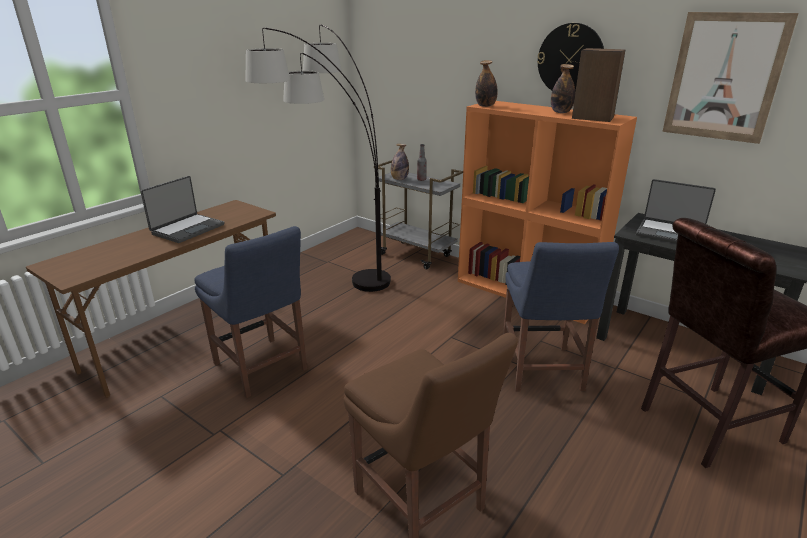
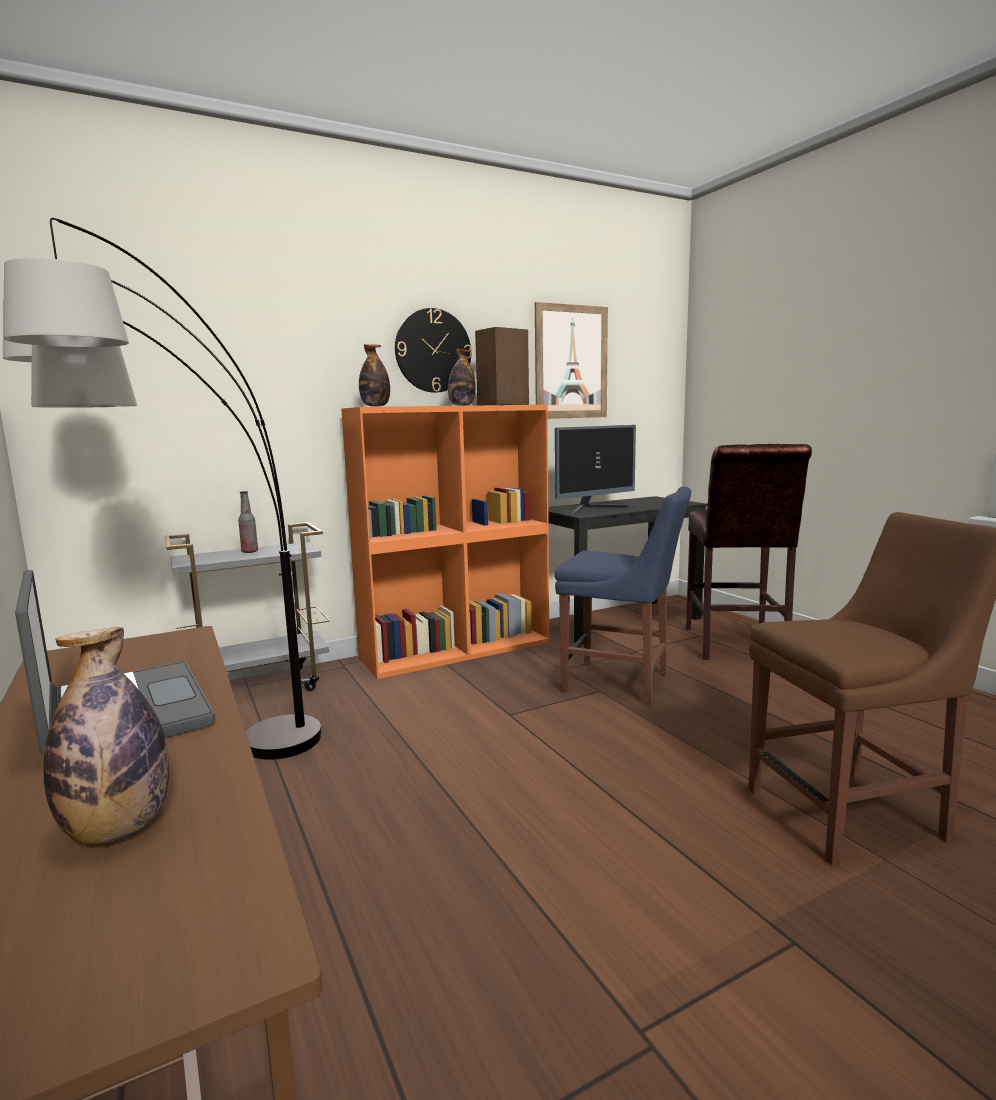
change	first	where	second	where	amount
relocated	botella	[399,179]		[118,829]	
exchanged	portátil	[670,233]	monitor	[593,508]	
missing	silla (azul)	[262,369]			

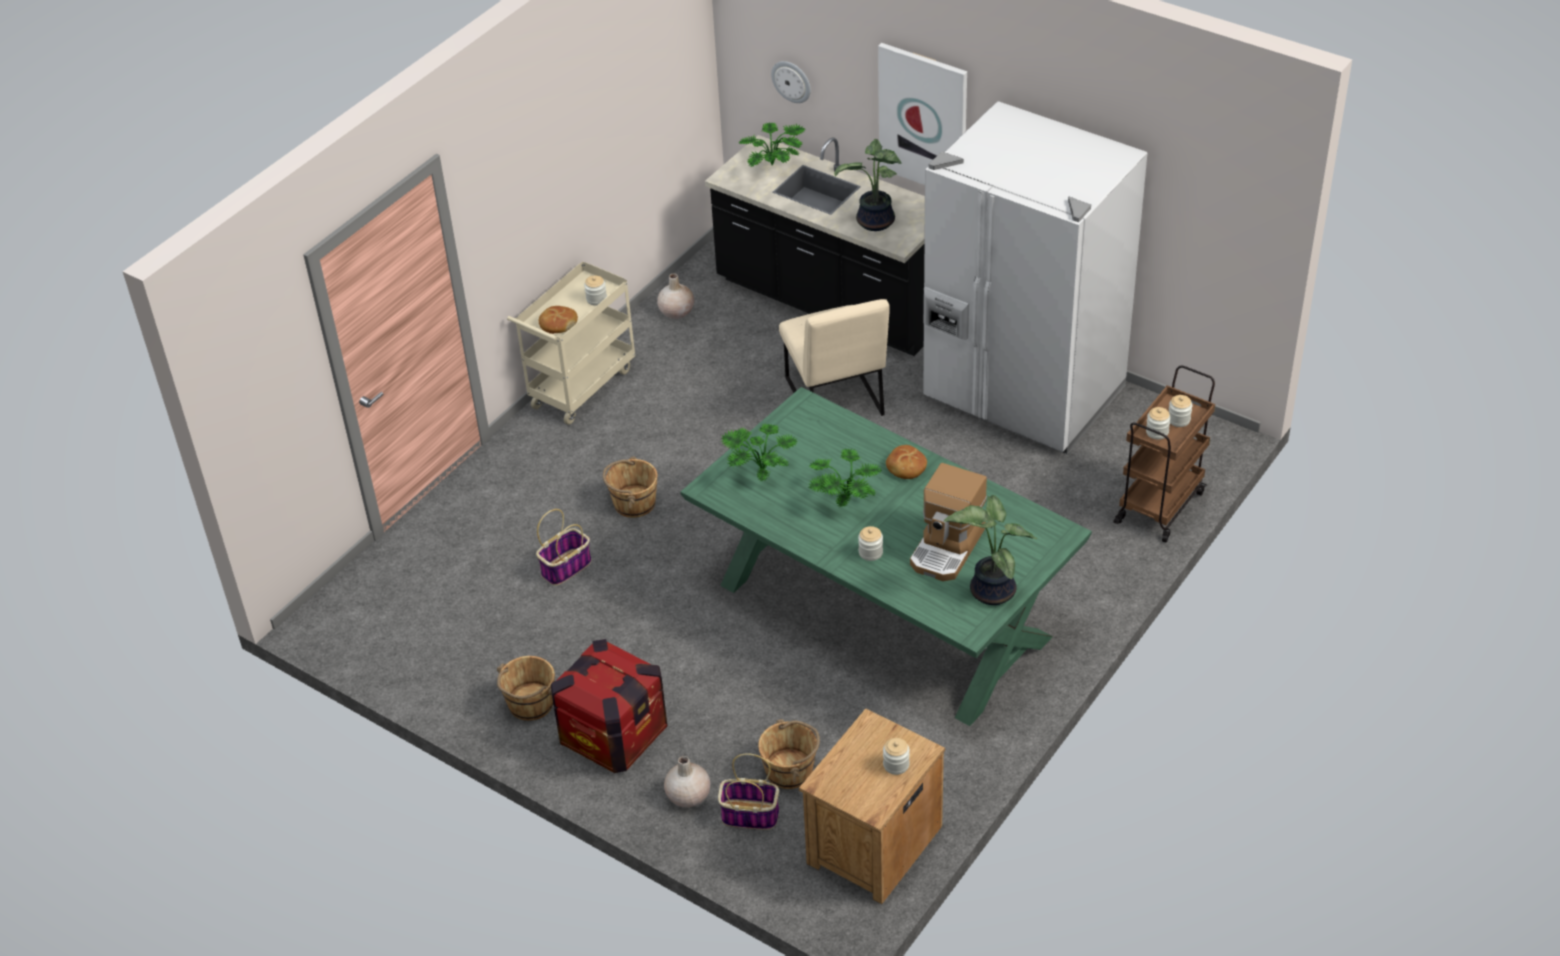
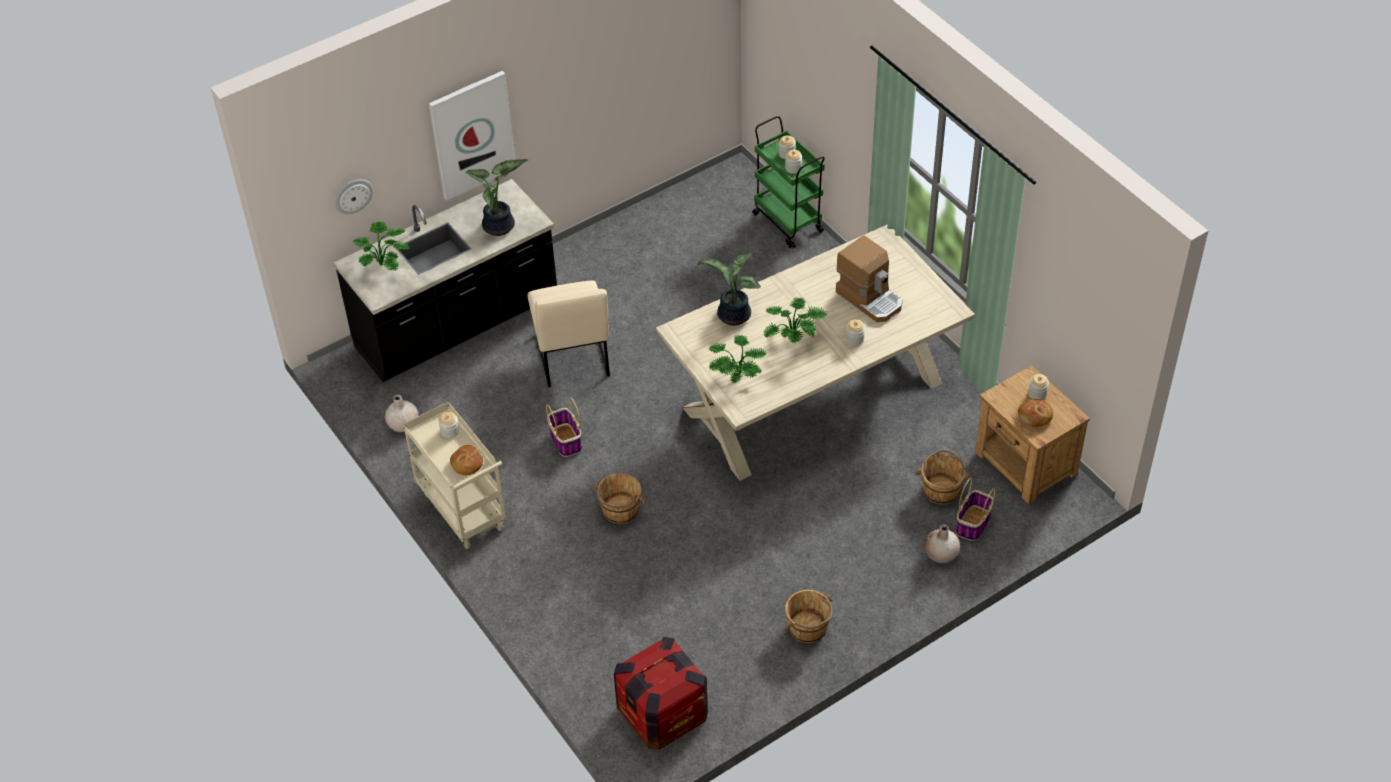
change	first	where	second	where	amount
missing	nevera (blanco)	[1024,394]			
spun	silla (beis)	[834,398]		[572,357]	75 degrees clockwise
colour	carrito (marrón)	[1159,508]	carrito (verde)	[788,223]	
colour	mesa de comedor (verde)	[885,610]	mesa de comedor (beis)	[813,394]	
relocated	pan	[906,467]		[1035,416]	
relocated	planta en maceta	[990,590]		[732,316]	
relocated	cesta	[566,567]		[565,440]	
relocated	caja de embalaje	[613,735]		[662,714]	

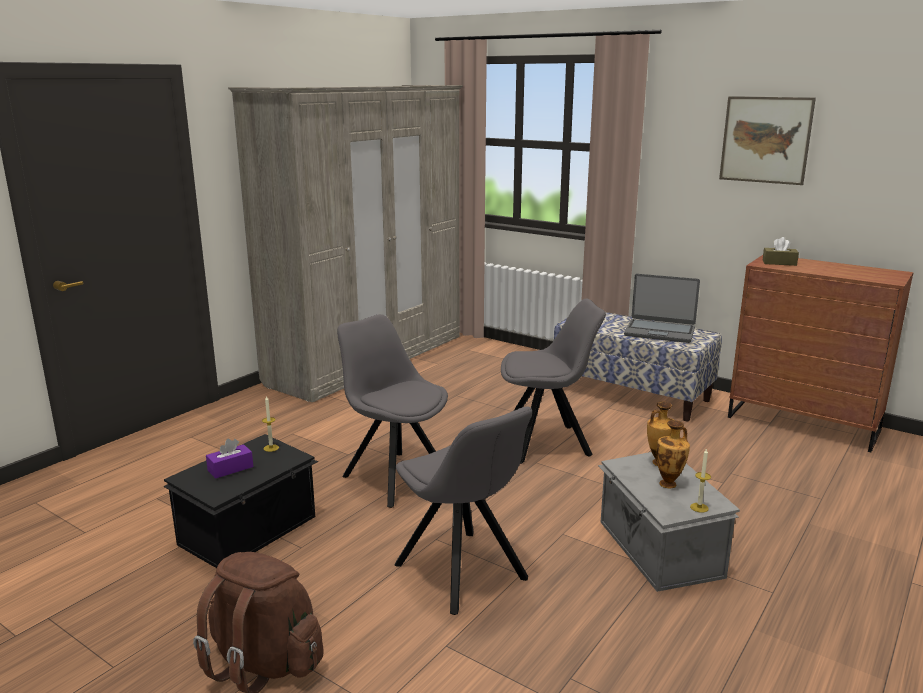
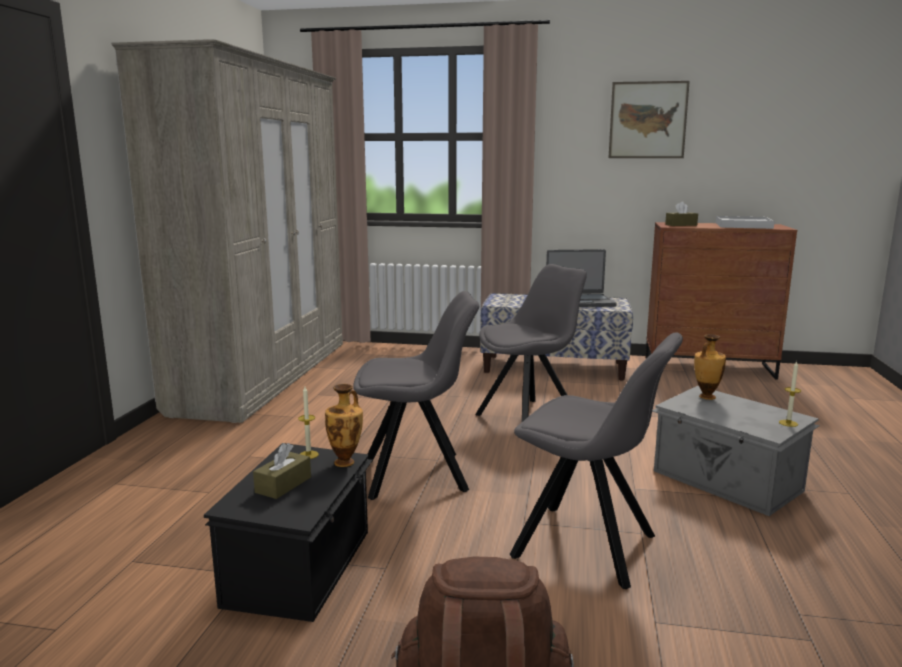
change	first	where	second	where	amount
spun	silla (gris)	[395,478]		[416,475]	150 degrees clockwise
relocated	florero	[669,484]		[346,462]	
colour	caja de pañuelos (morado)	[230,468]	caja de pañuelos (marrón)	[283,485]	
appeared			bandeja (blanco)	[743,225]	

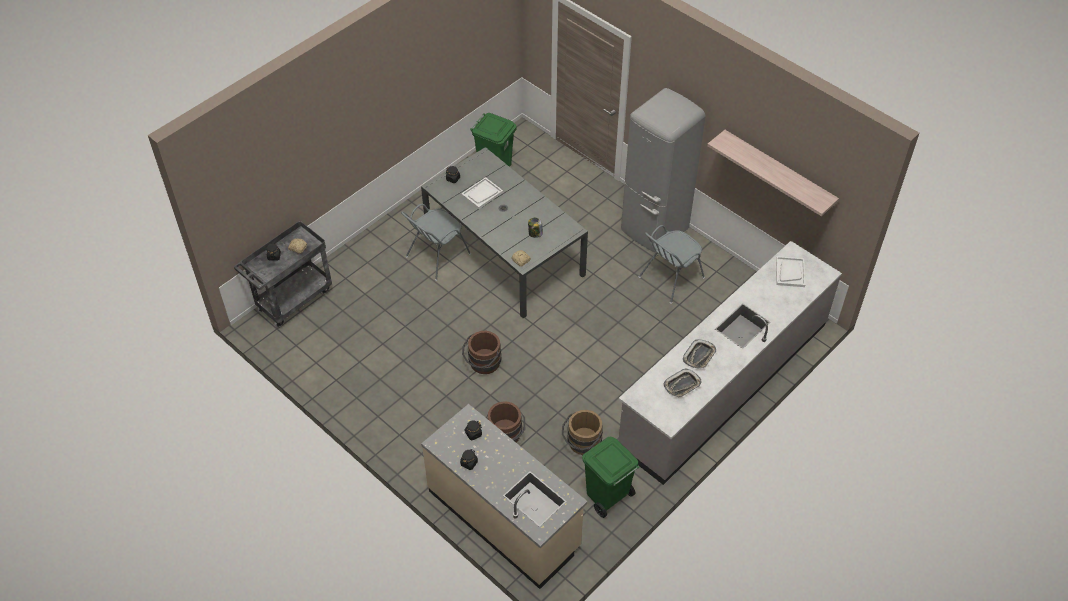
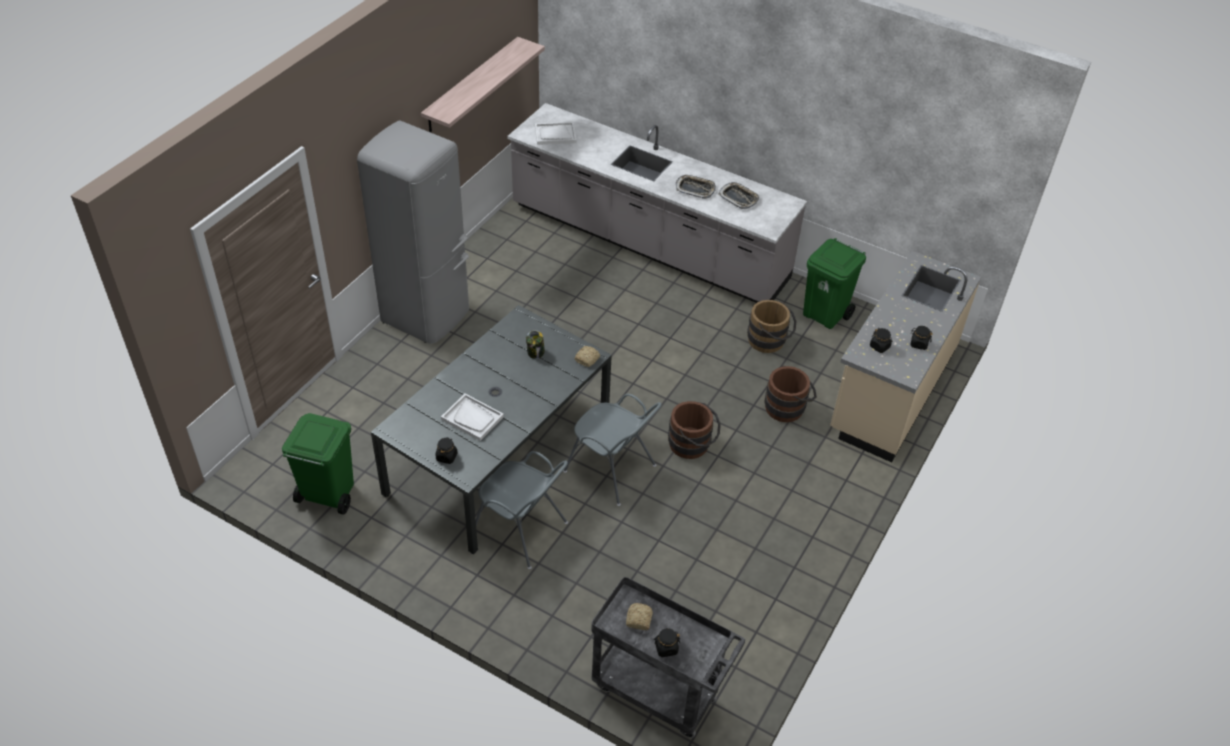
change	first	where	second	where	amount
relocated	silla (gris)	[669,279]		[612,470]	

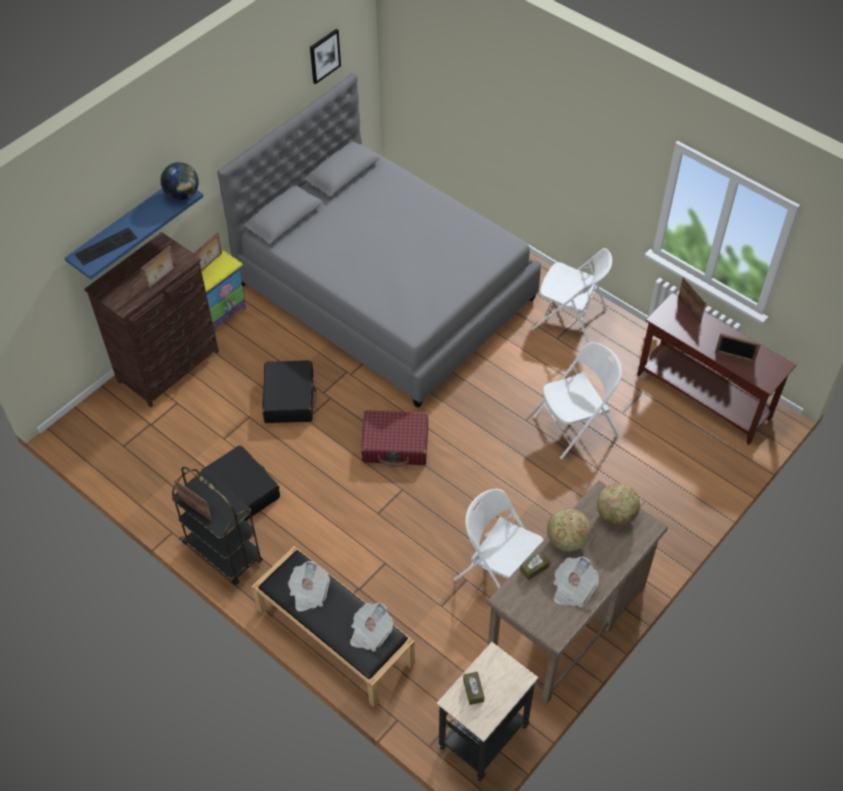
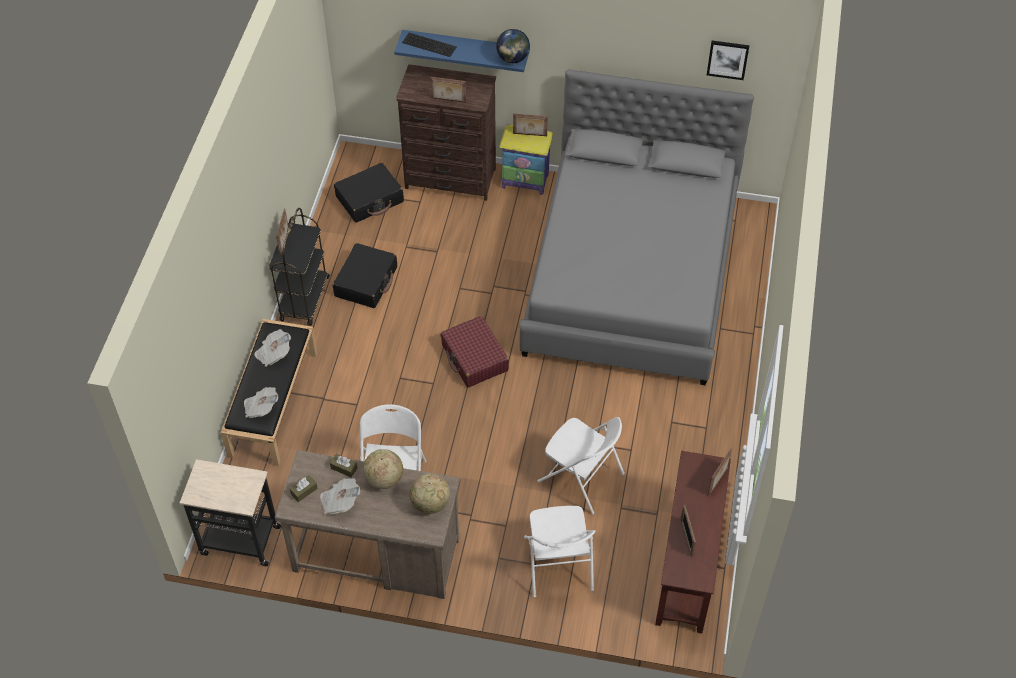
change	first	where	second	where	amount
relocated	silla (blanco)	[569,319]		[558,563]	
relocated	maleta (negro)	[289,398]		[370,199]	
relocated	caja de pañuelos (marrón)	[473,690]		[304,491]	

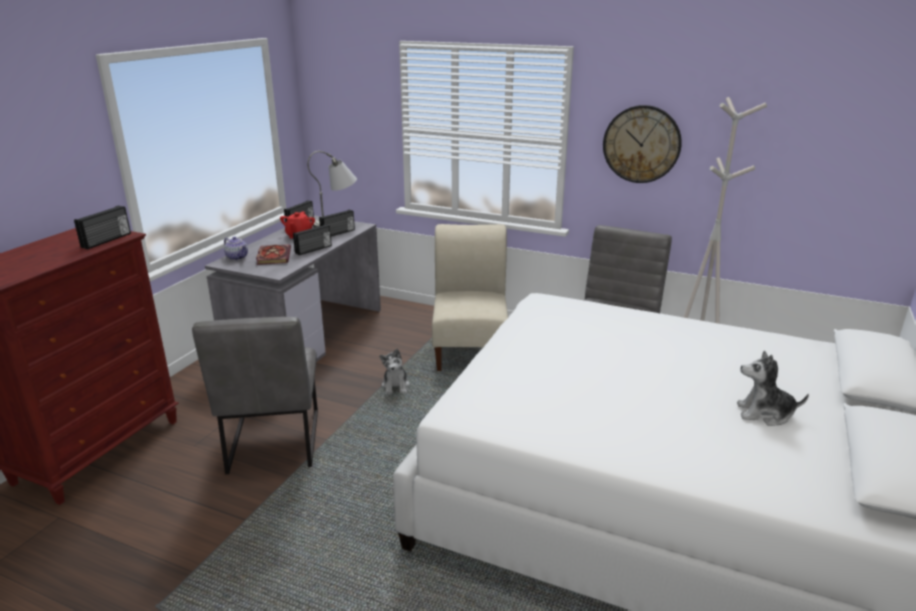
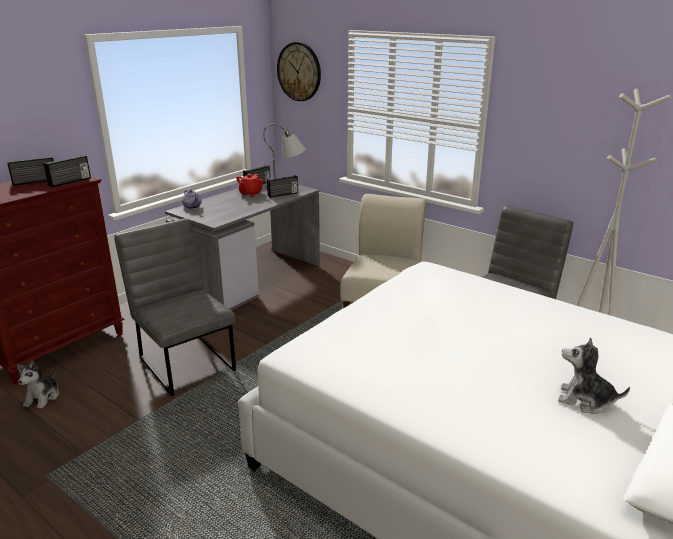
change	first	where	second	where	amount
relocated	reloj de pared	[641,144]		[299,72]	
relocated	radio	[314,249]		[35,182]	
missing	libro	[273,256]			
spun	silla (gris)	[273,443]		[186,362]	135 degrees clockwise
relocated	peluche	[396,386]		[43,397]	

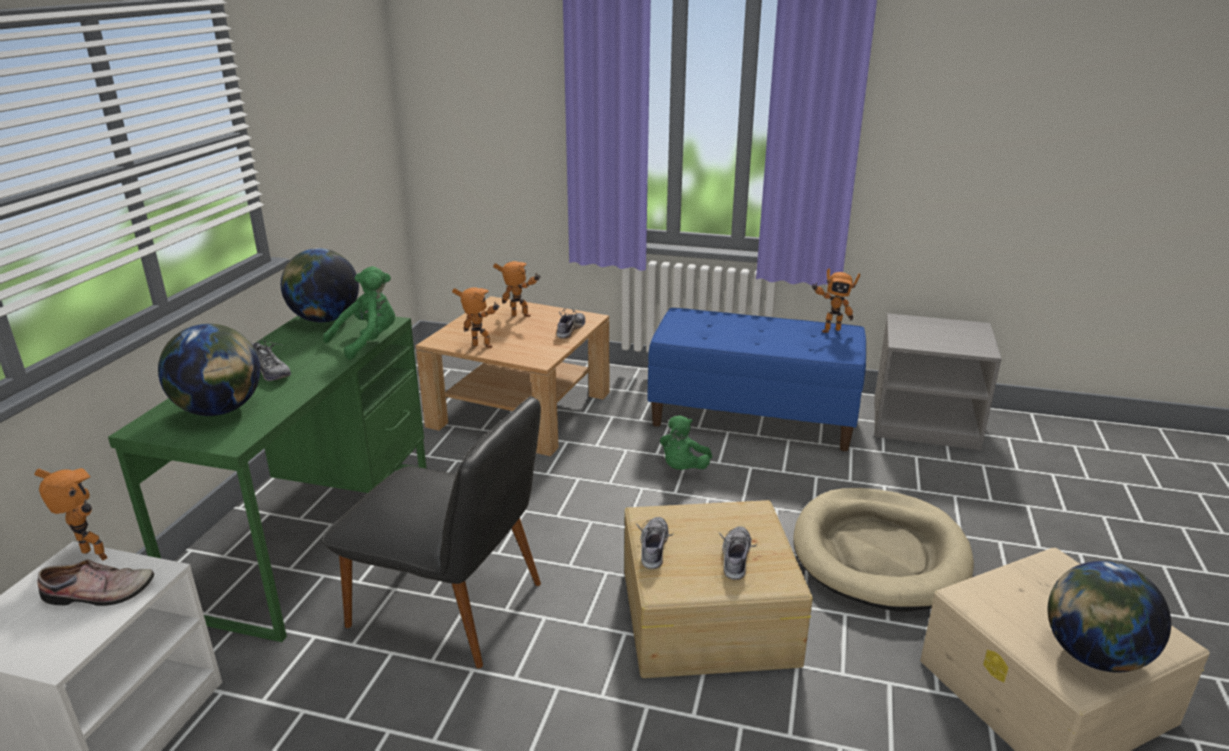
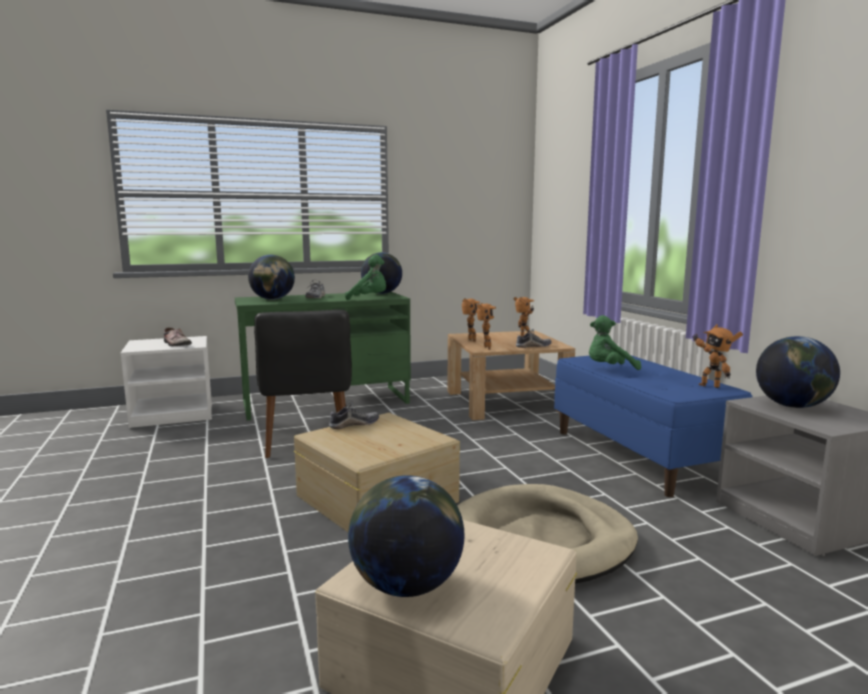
change	first	where	second	where	amount
relocated	peluche (verde)	[683,469]		[609,369]	
relocated	robot de juguete	[90,558]		[485,348]	
missing	zapato	[735,558]			
appeared			globo terráqueo	[792,406]	

